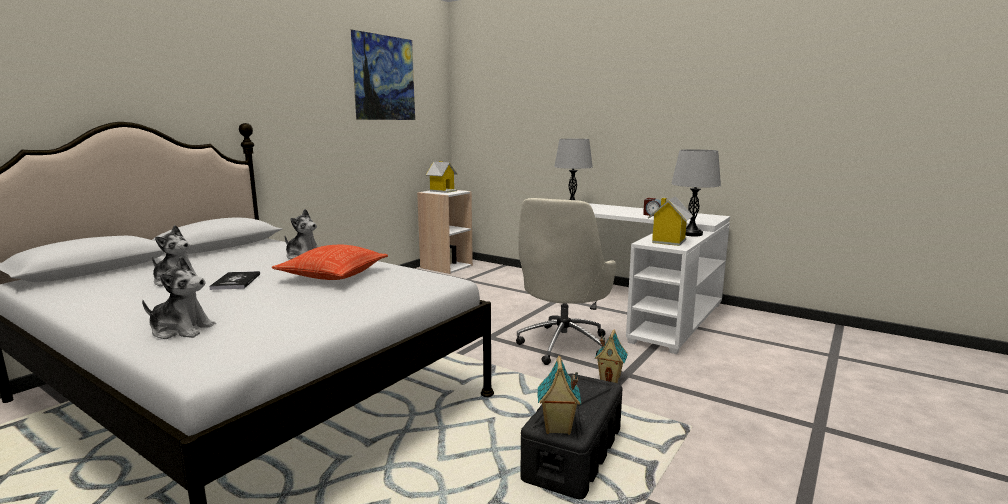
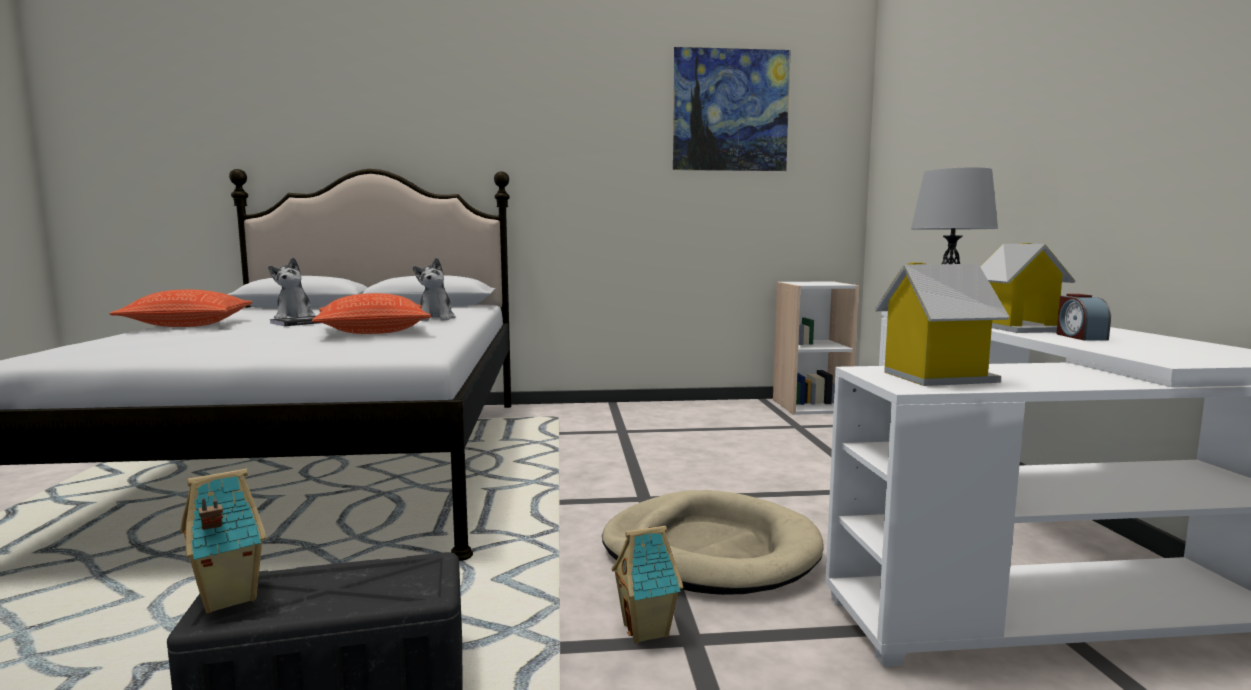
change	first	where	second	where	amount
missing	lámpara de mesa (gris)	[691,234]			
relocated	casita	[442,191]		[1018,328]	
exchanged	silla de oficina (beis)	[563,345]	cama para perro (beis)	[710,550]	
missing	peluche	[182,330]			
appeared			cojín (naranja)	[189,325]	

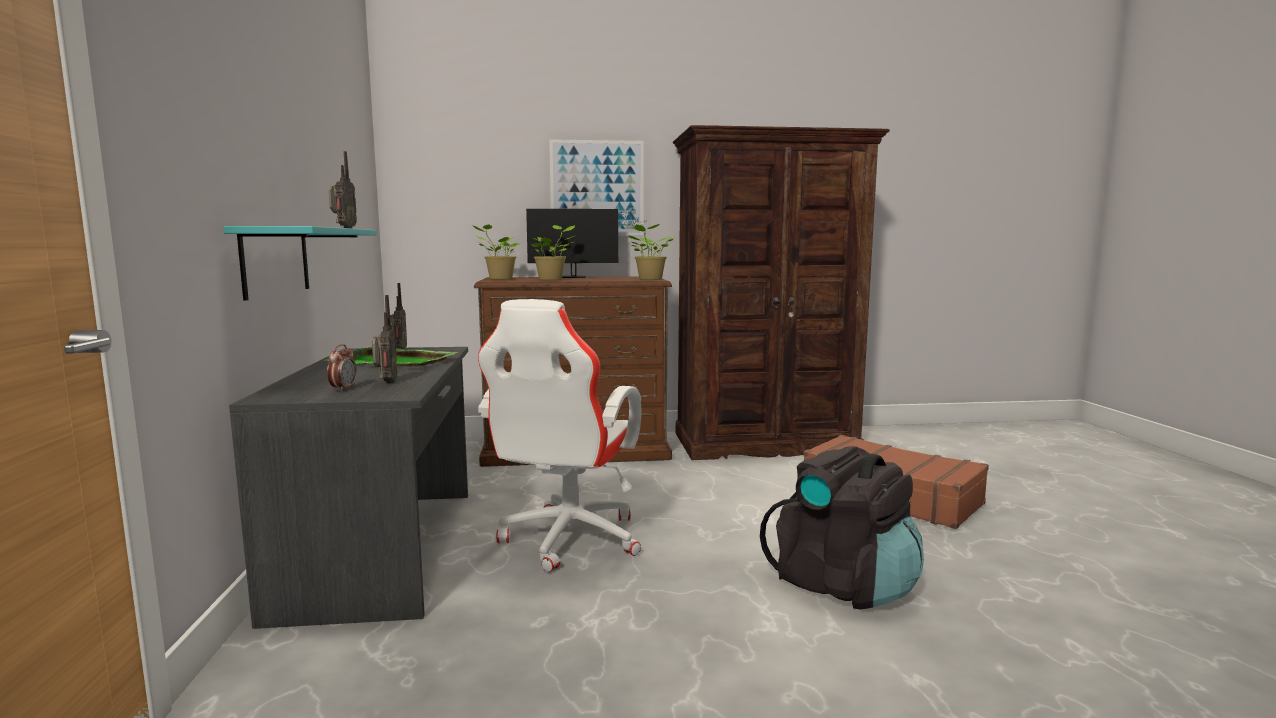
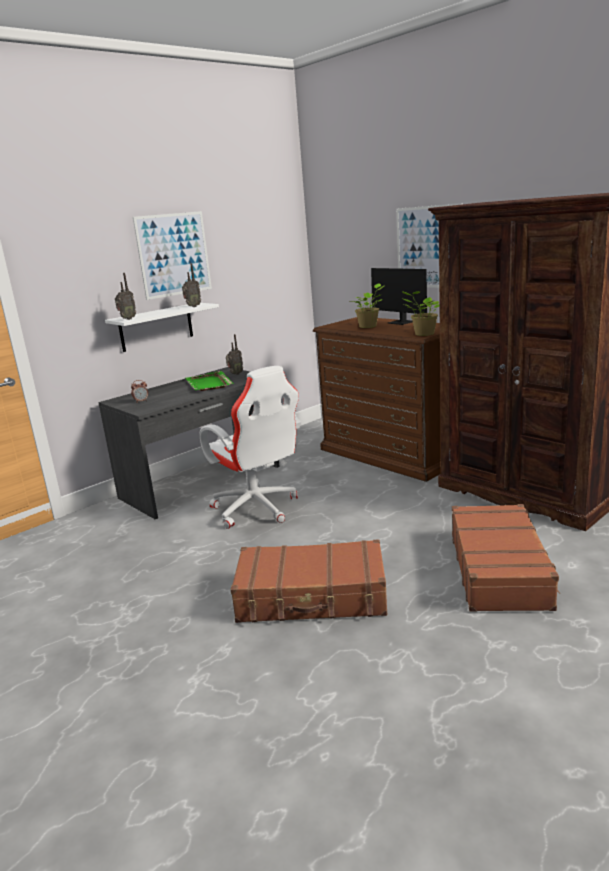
change	first	where	second	where	amount
missing	planta en maceta	[499,278]			
colour	estante (turquesa)	[276,261]	estante (blanco)	[156,327]	
relocated	radio	[386,383]		[127,319]	
spun	silla de oficina (blanco)	[566,544]		[258,511]	105 degrees counterclockwise
exchanged	mochila (negro)	[843,585]	maleta (marrón)	[312,597]	
appeared			cuadro	[174,254]	

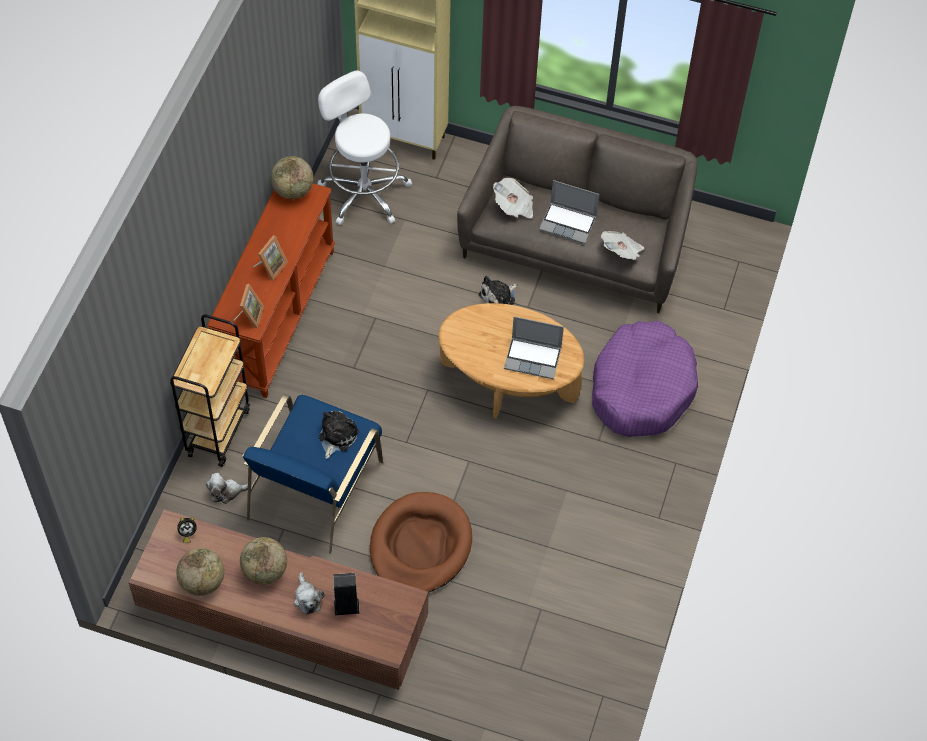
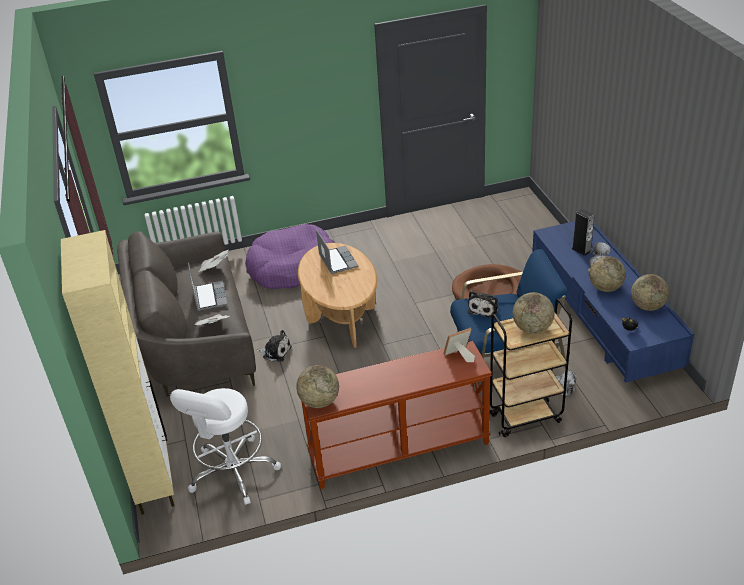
change	first	where	second	where	amount
missing	portarretratos	[271,267]			
spun	peluche	[336,436]		[484,308]	60 degrees counterclockwise
colour	mueble de televisión (marrón)	[281,617]	mueble de televisión (azul)	[603,317]	
appeared			globo terráqueo	[532,328]	

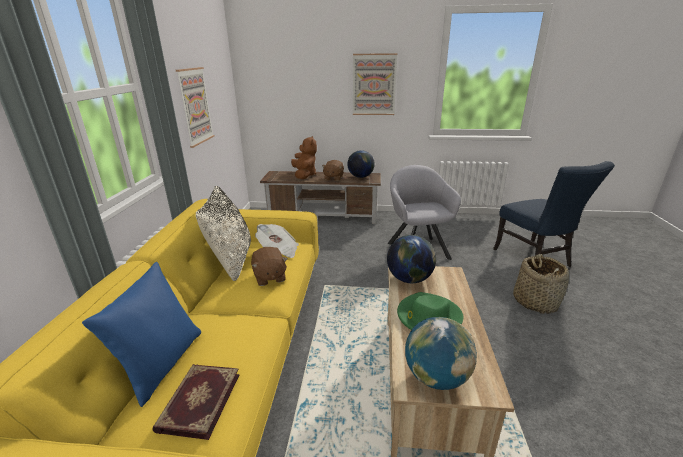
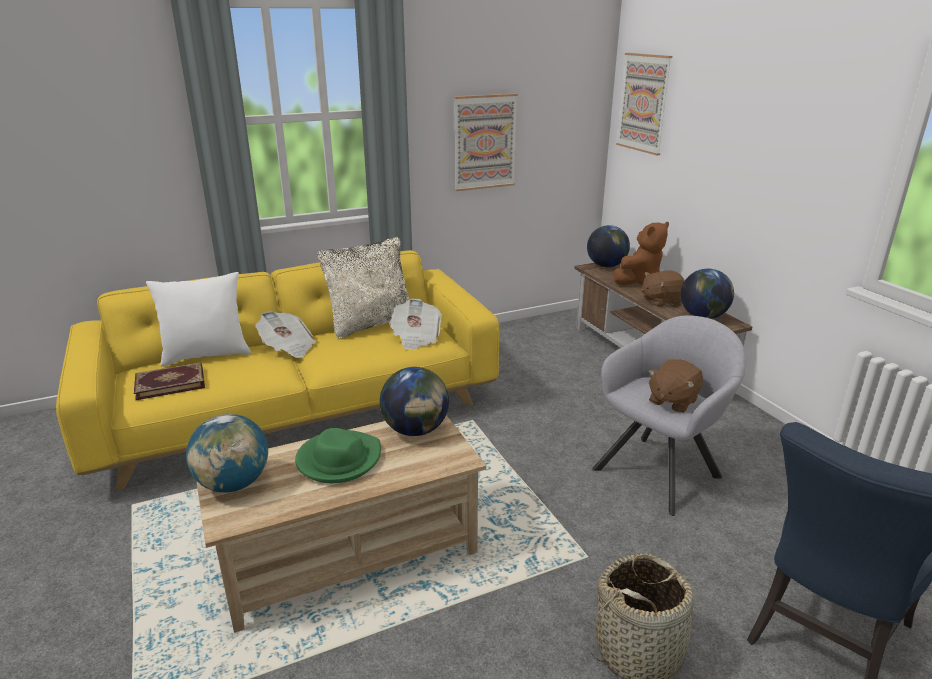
change	first	where	second	where	amount
relocated	cuadro	[374,85]		[644,103]	
relocated	peluche (marrón)	[269,277]		[672,401]	
colour	cojín (azul)	[162,364]	cojín (blanco)	[206,355]	
appeared			globo terráqueo	[606,266]	
appeared			periódico	[288,347]	

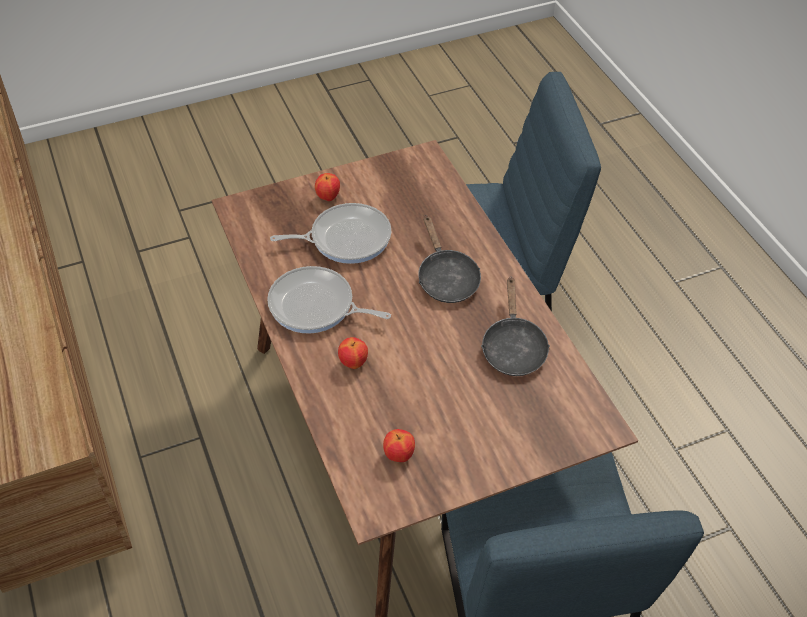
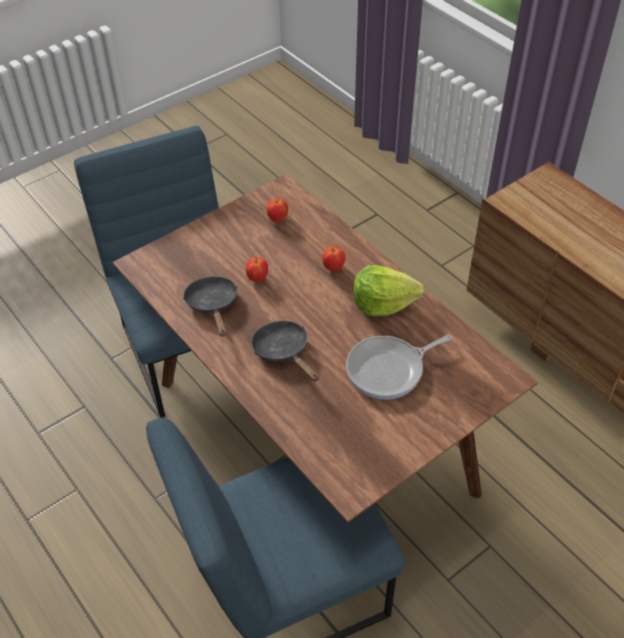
change	first	where	second	where	amount
relocated	manzana	[328,197]		[257,278]	
exchanged	sartén	[316,306]	lechuga	[383,303]	

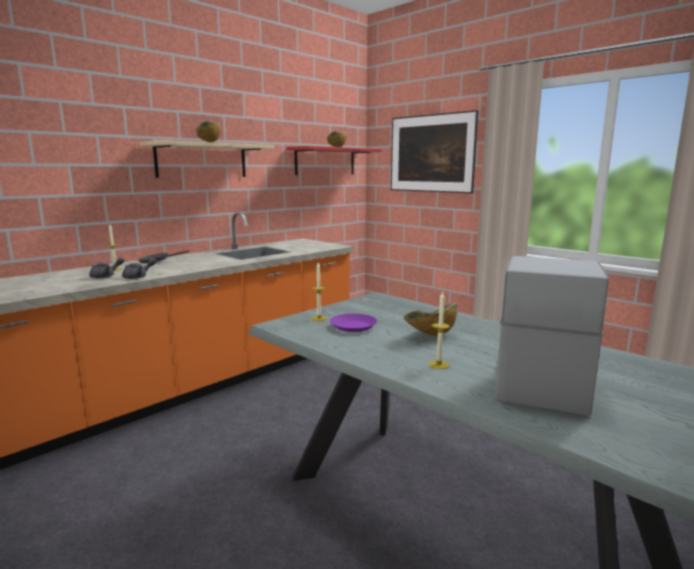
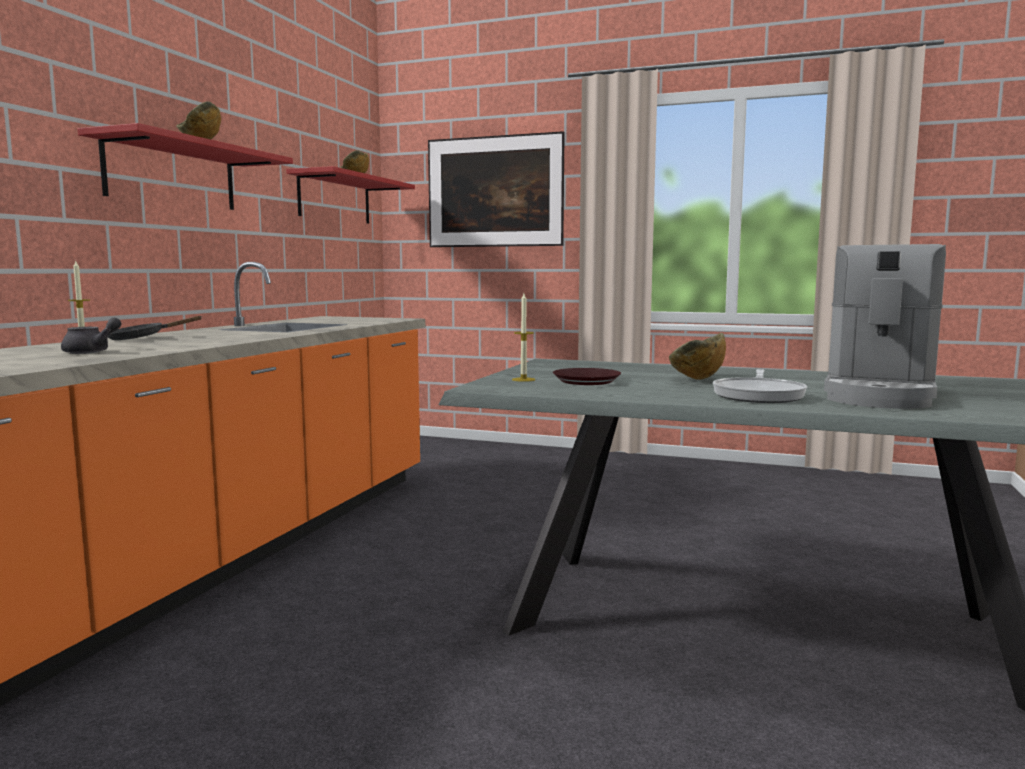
change	first	where	second	where	amount
colour	estante (beis)	[202,160]	estante (rojo)	[172,175]	
spun	cafetera	[540,380]		[879,394]	150 degrees counterclockwise
missing	tetera (gris)	[138,277]			
exchanged	vela	[438,364]	sartén	[759,395]	
colour	plato (morado)	[352,326]	plato (marrón)	[586,381]	

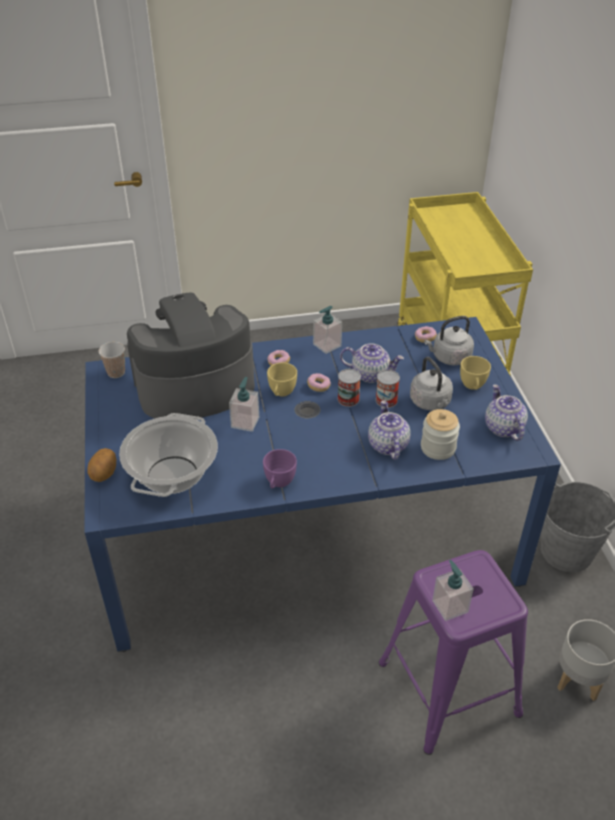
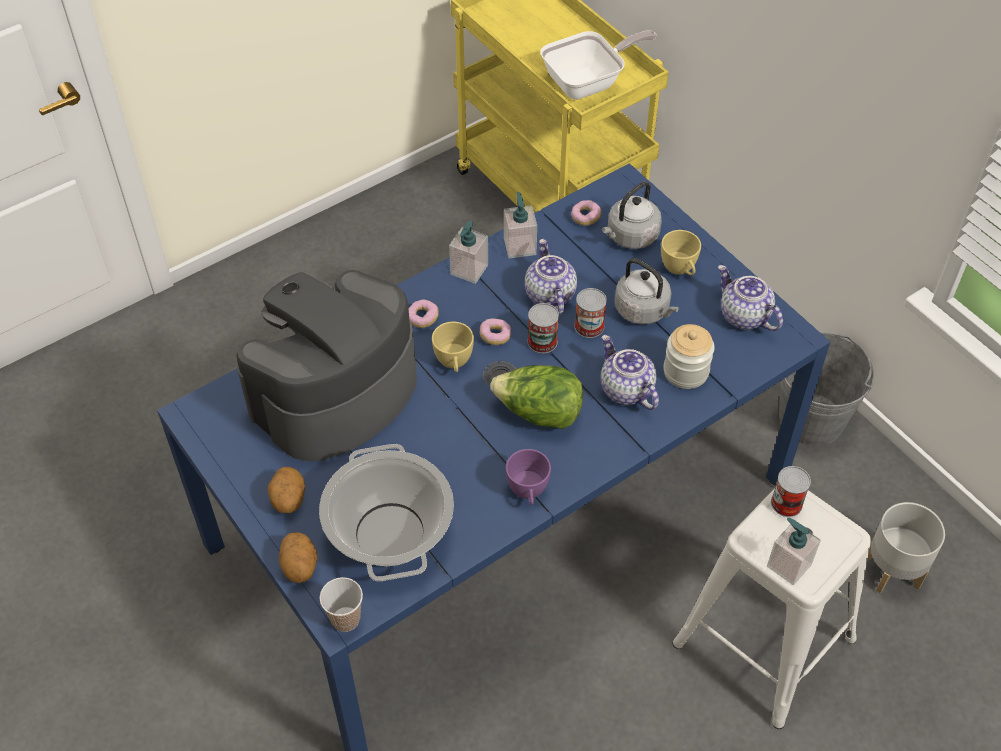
change	first	where	second	where	amount
relocated	taza	[116,372]		[345,619]	
spun	tetera	[371,374]		[549,295]	90 degrees counterclockwise
relocated	dispensador de jabón	[245,422]		[519,246]	
colour	taburete (morado)	[448,688]	taburete (blanco)	[764,642]	
appeared			sartén	[589,83]	
appeared			lechuga	[539,413]	
appeared			lata	[786,503]	
appeared			patata	[288,500]	

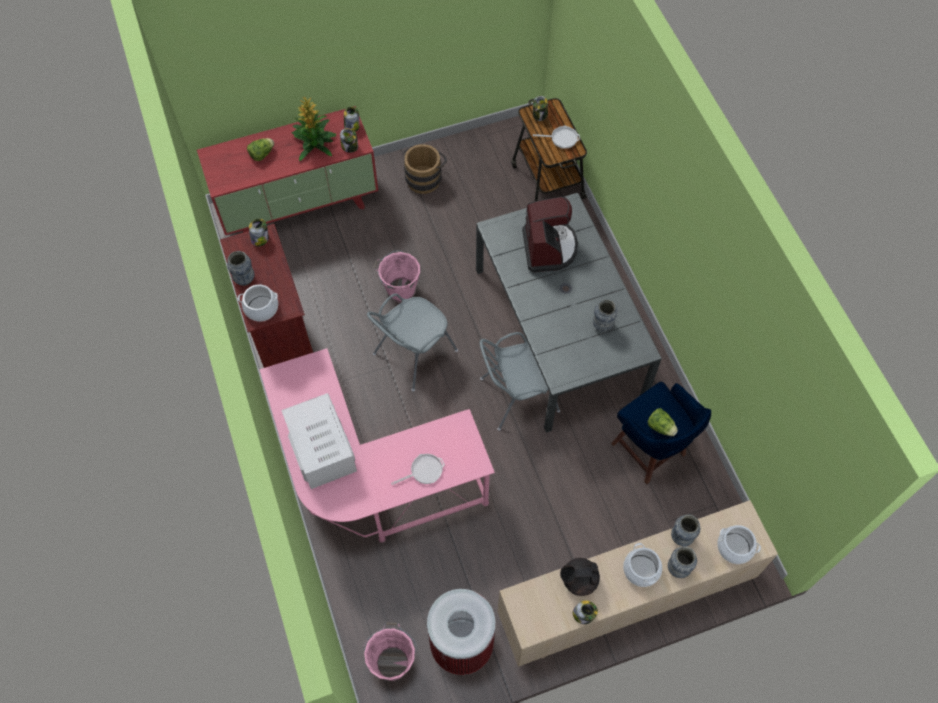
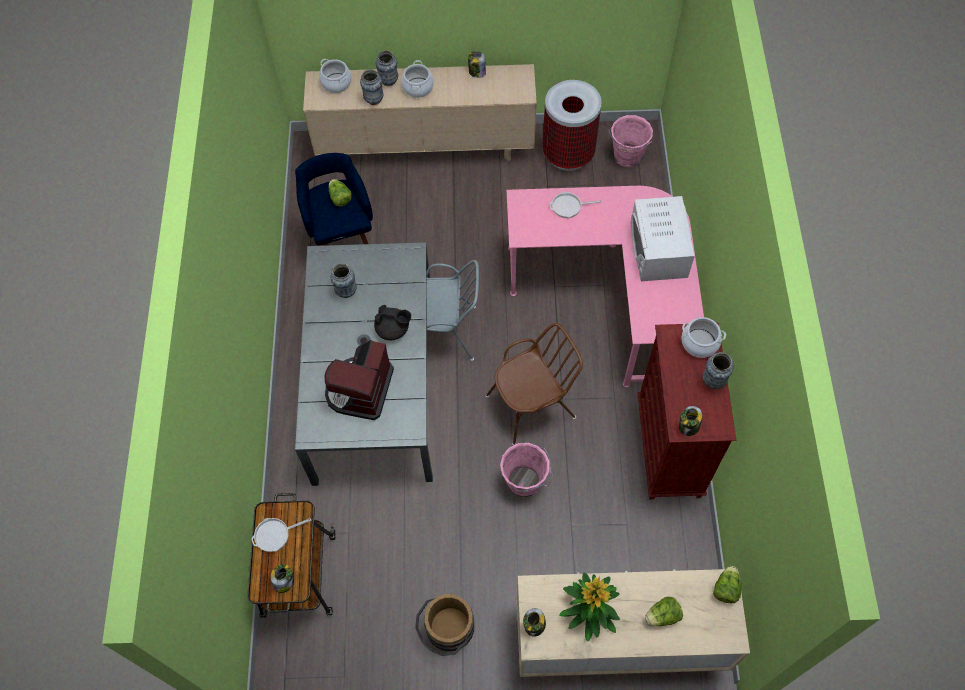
change	first	where	second	where	amount
colour	cómoda (rojo)	[298,205]	cómoda (beis)	[618,641]	
spun	sartén	[562,138]		[275,535]	45 degrees counterclockwise
missing	tarro	[350,146]			
colour	silla (gris)	[413,354]	silla (marrón)	[533,404]	
relocated	tetera (negro)	[578,580]		[393,329]	
appeared			lechuga	[725,588]	

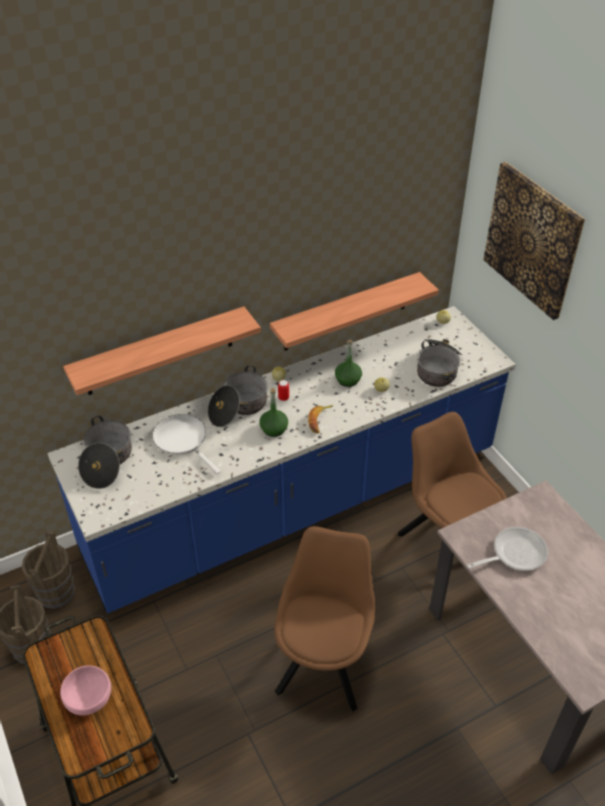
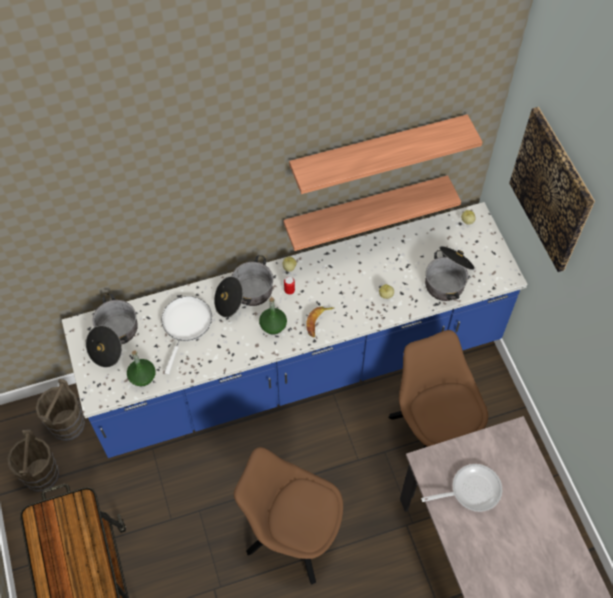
change	first	where	second	where	amount
relocated	estante	[159,352]		[378,151]	
relocated	botella (verde)	[347,380]		[142,376]	
spun	sartén (blanco)	[182,440]		[186,325]	45 degrees clockwise
spun	silla (marrón)	[324,664]		[292,536]	90 degrees counterclockwise
missing	cuenco (rosa)	[88,698]			

